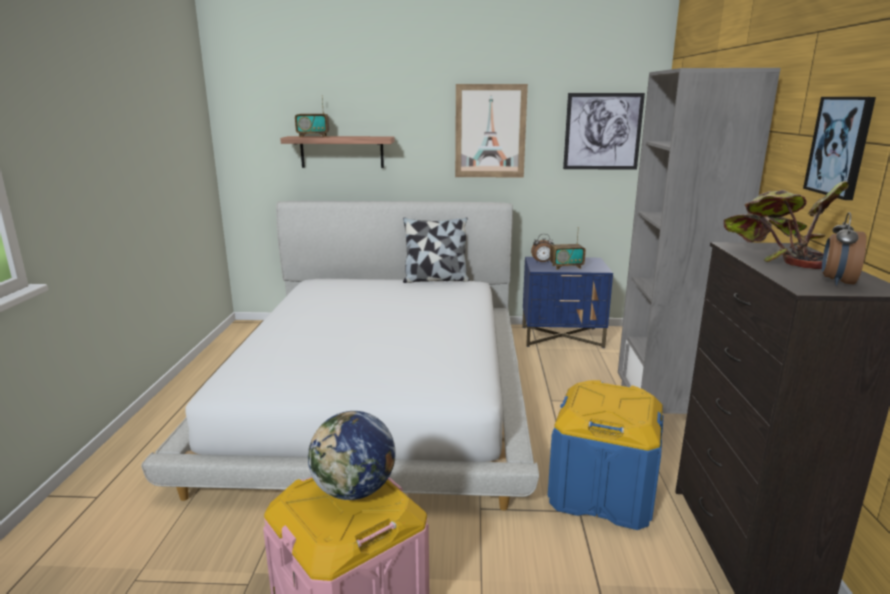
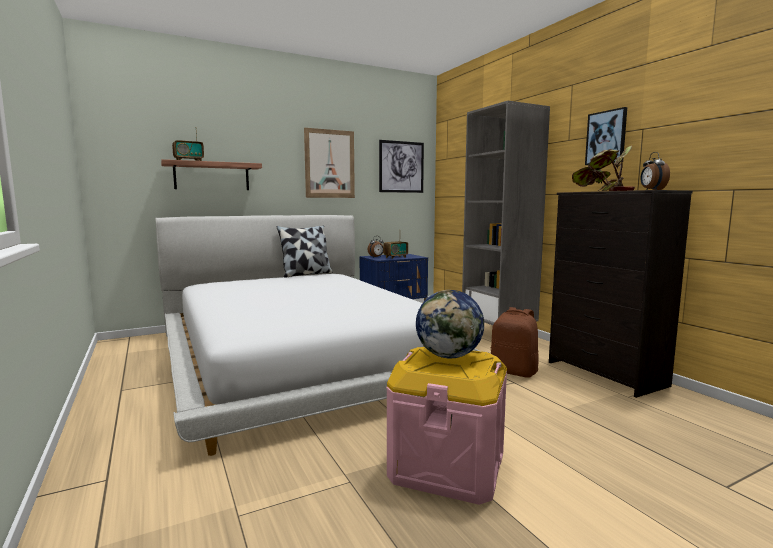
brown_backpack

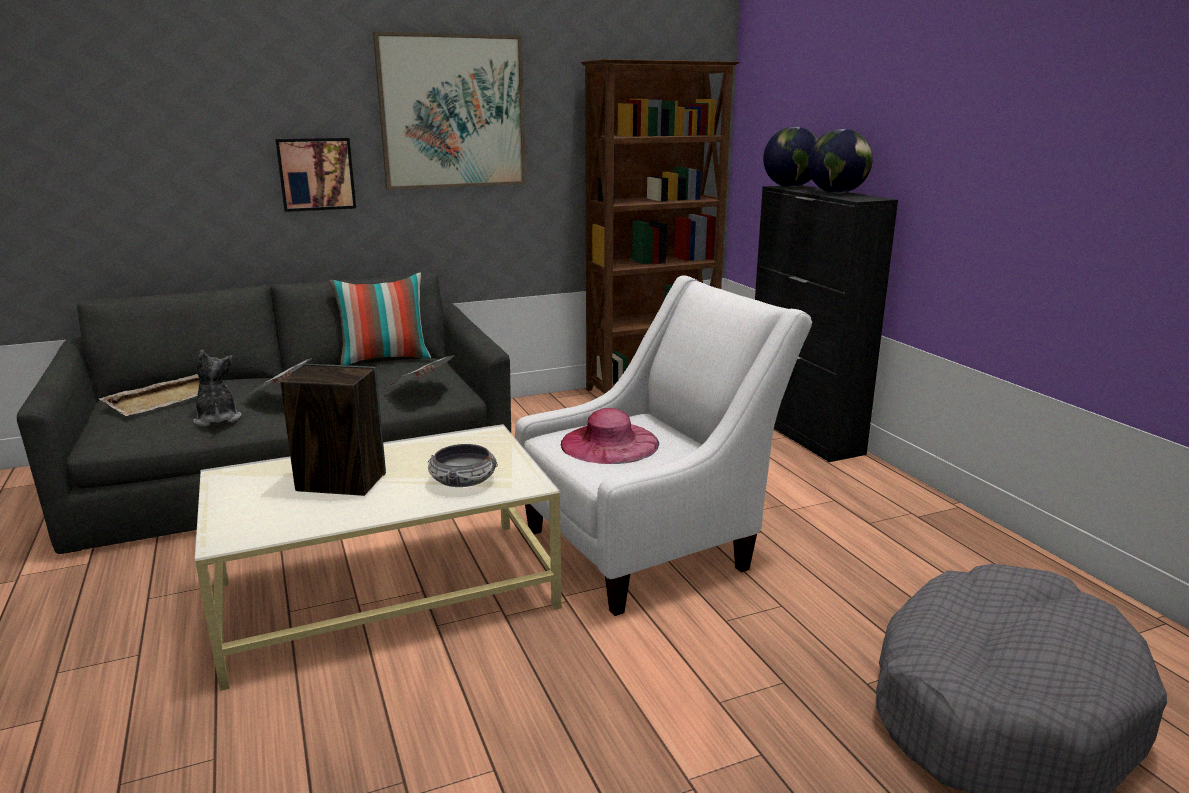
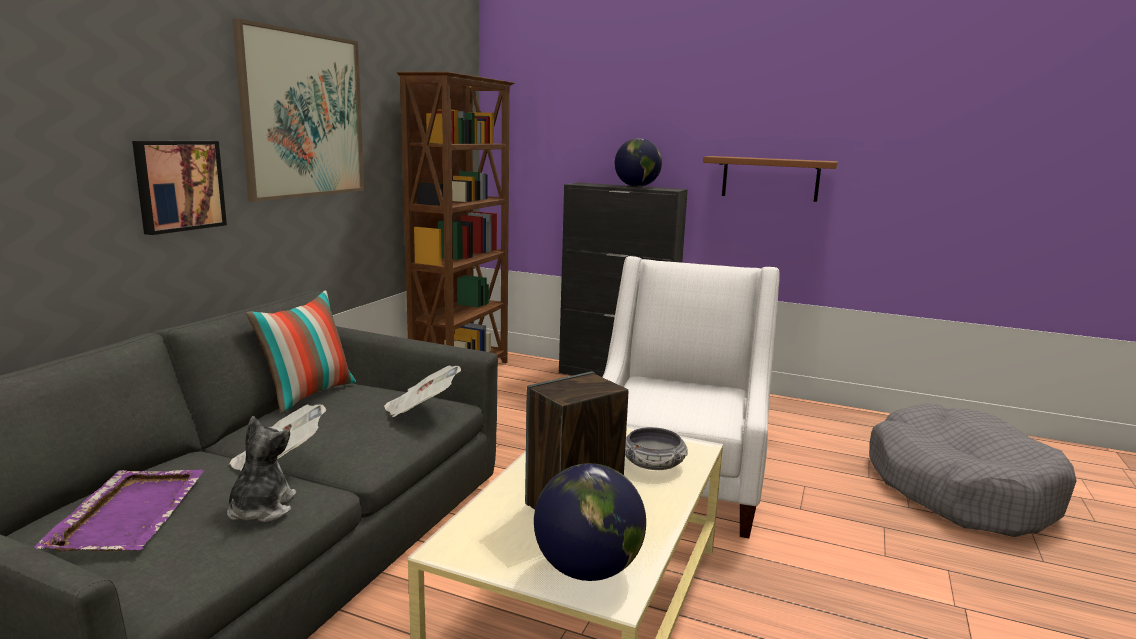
purple_tray; plush_toy; pink_hat; globe (1st from left); brown_shelf

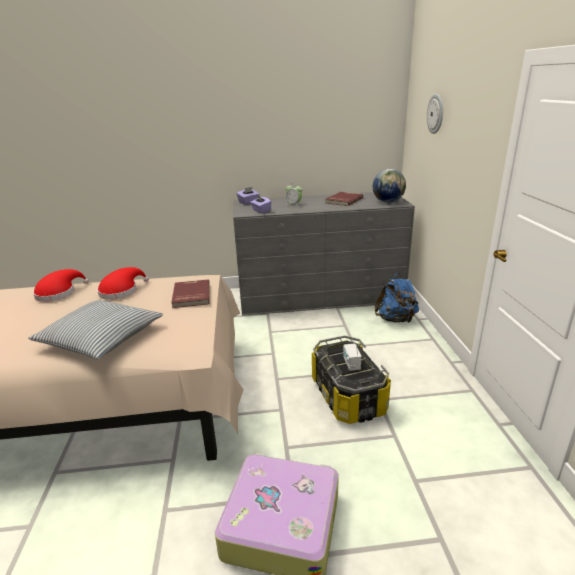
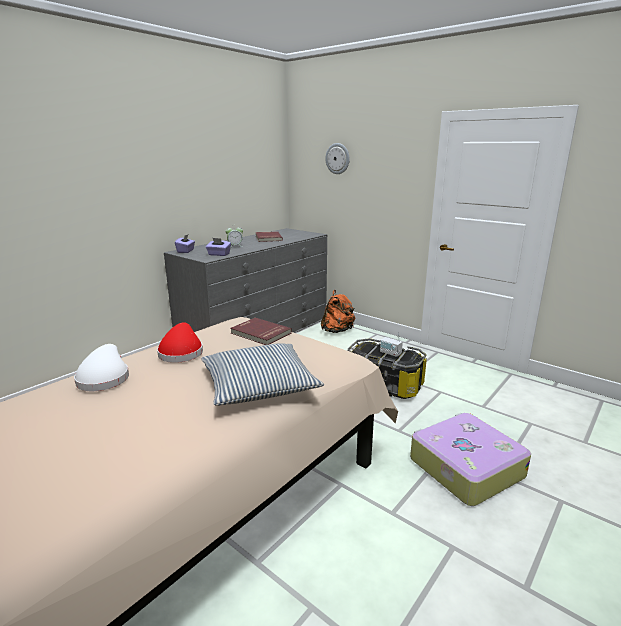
white_hat; globe; orange_backpack

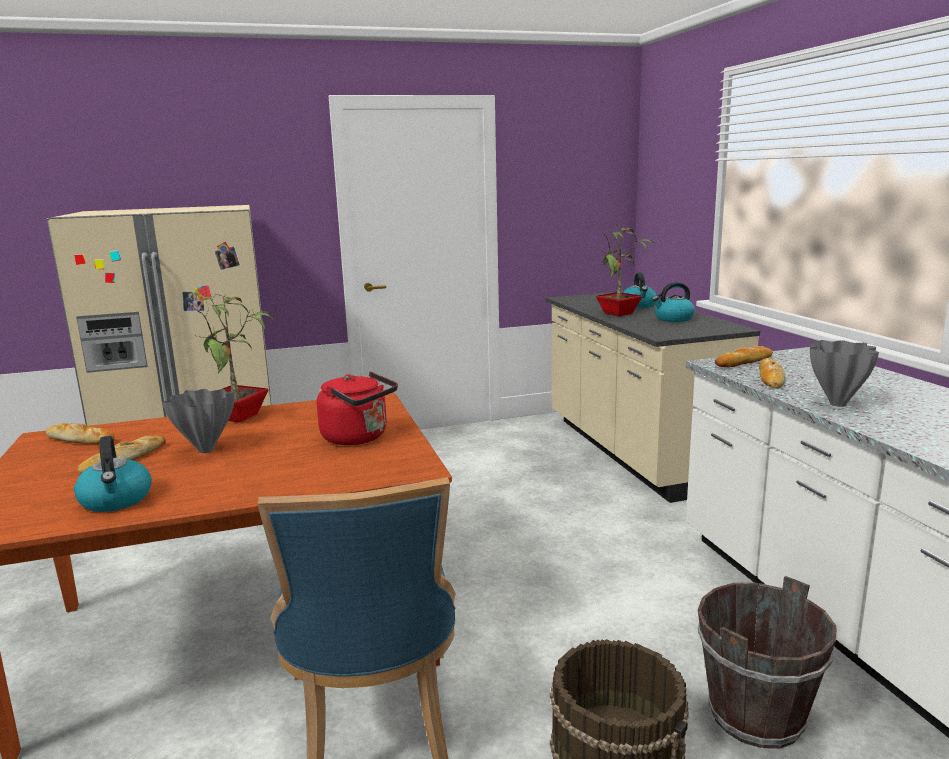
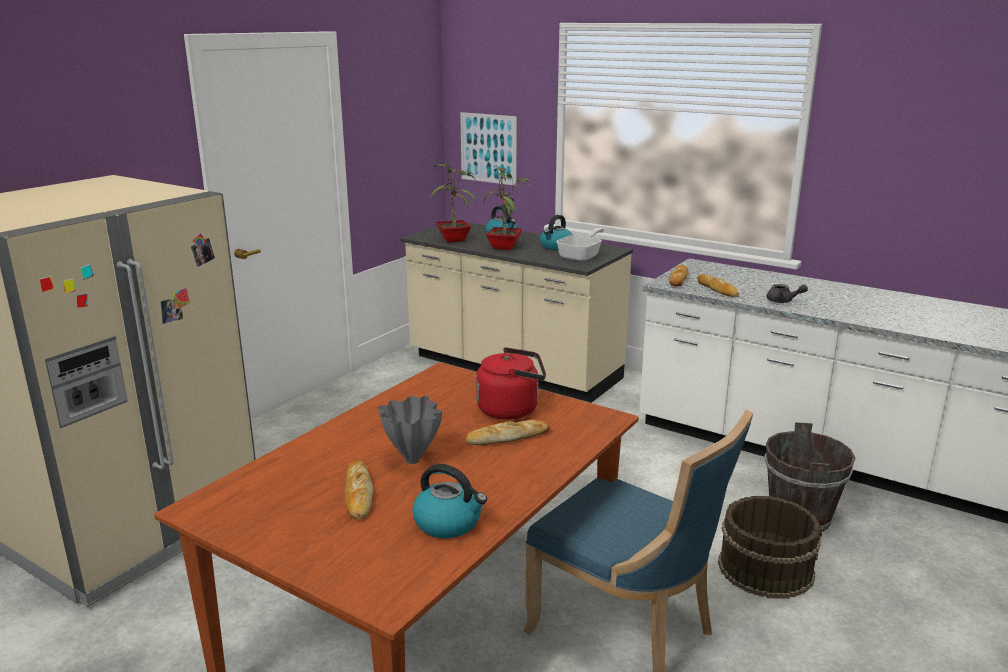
bread (2nd from left); potted_plant (1st from left); grey_teapot; picture; frying_pan

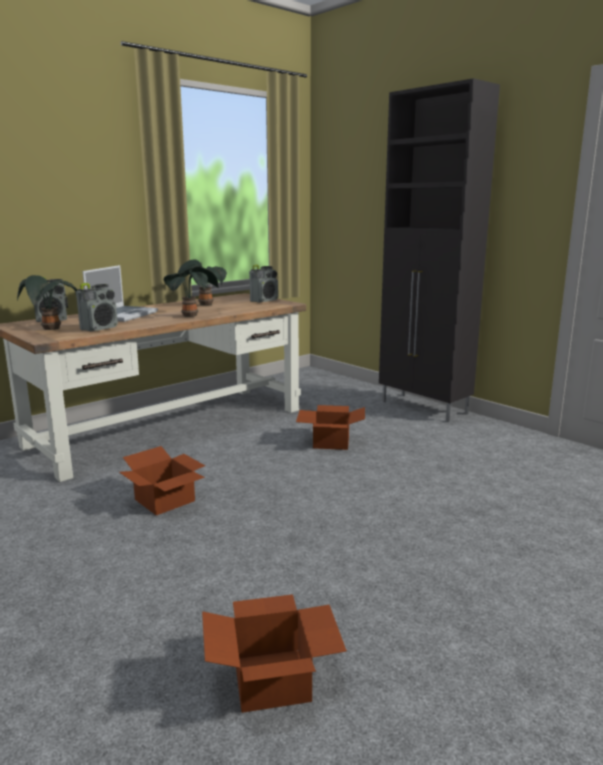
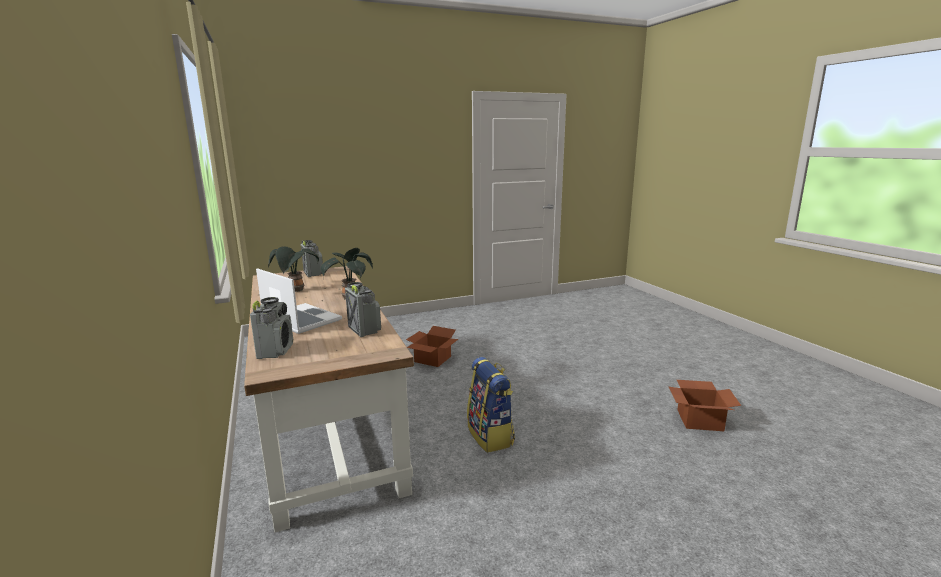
potted_plant (1st from left in the first image); backpack; black_cabinet

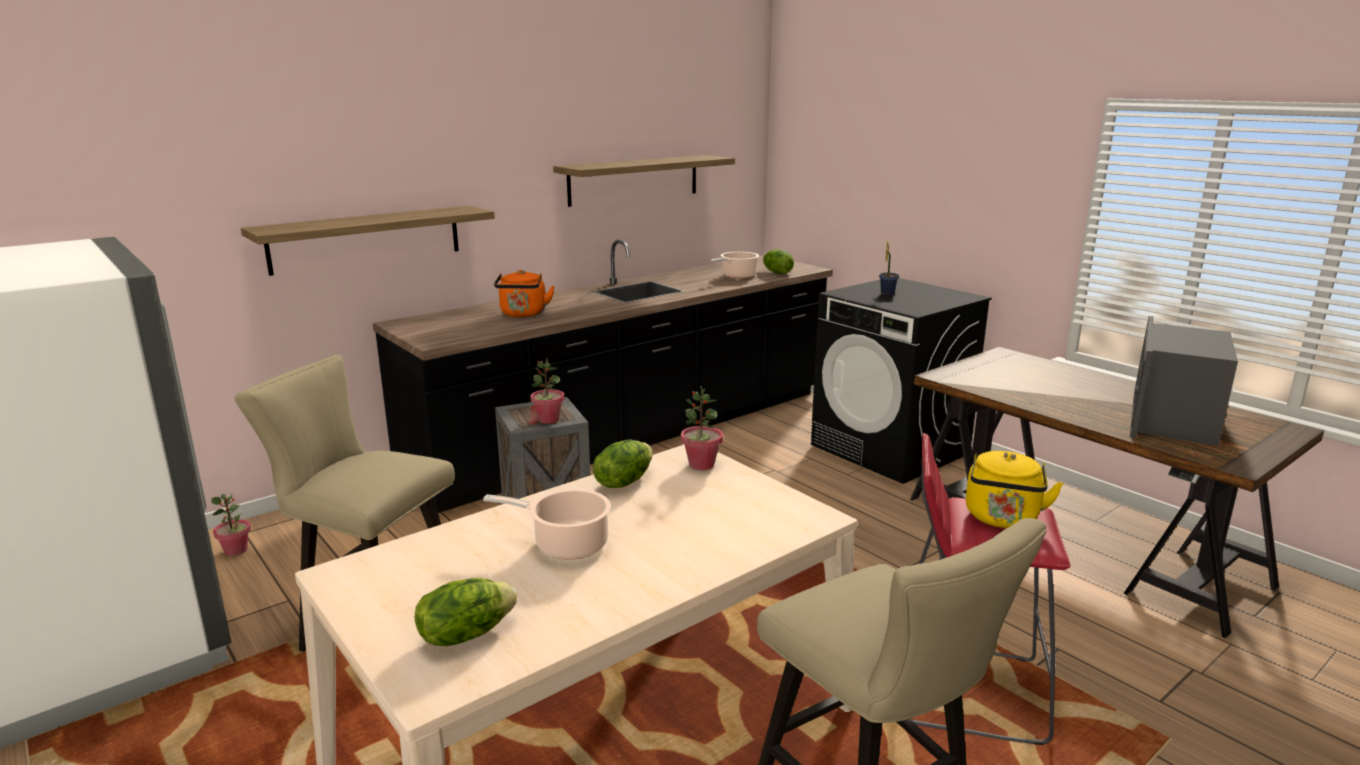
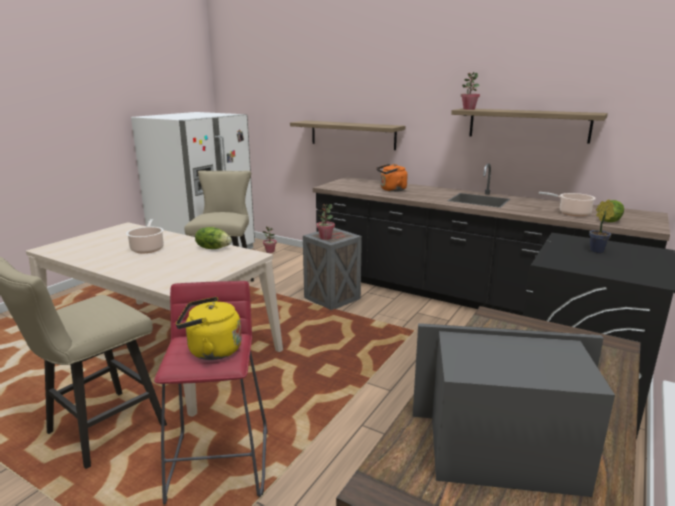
lettuce (1st from left in the first image); potted_plant (3rd from left)

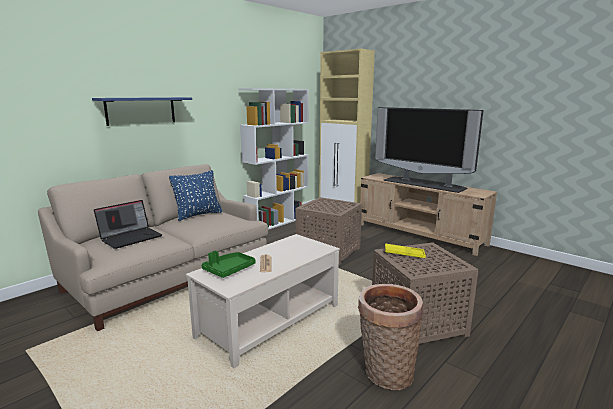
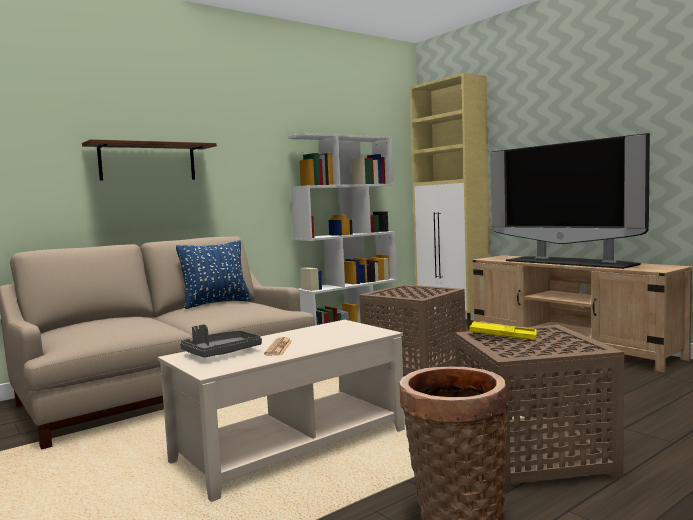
brown_shelf; laptop; grey_tray

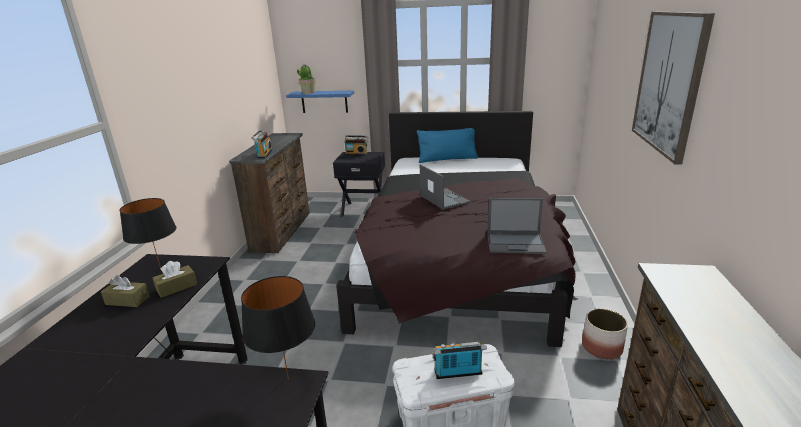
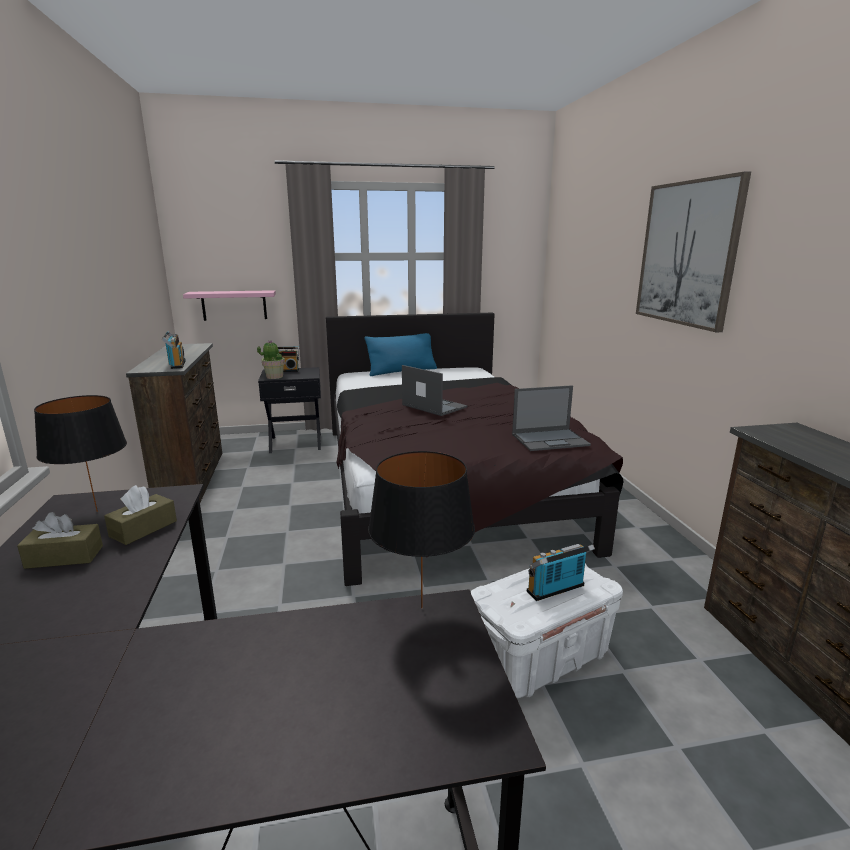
pink_shelf; potted_plant; planter

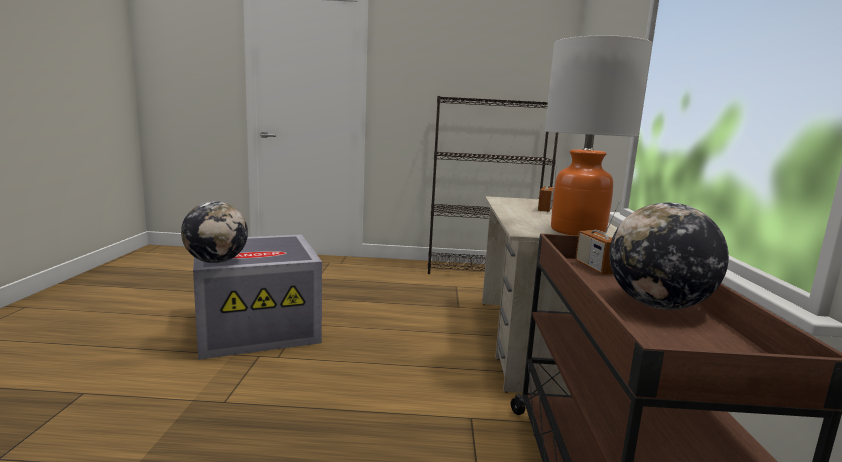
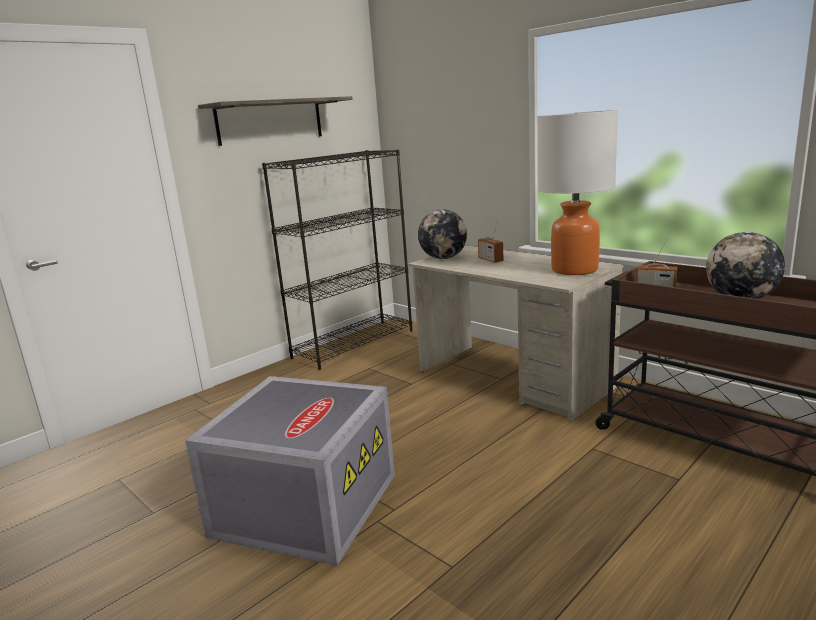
globe (1st from left); shelf

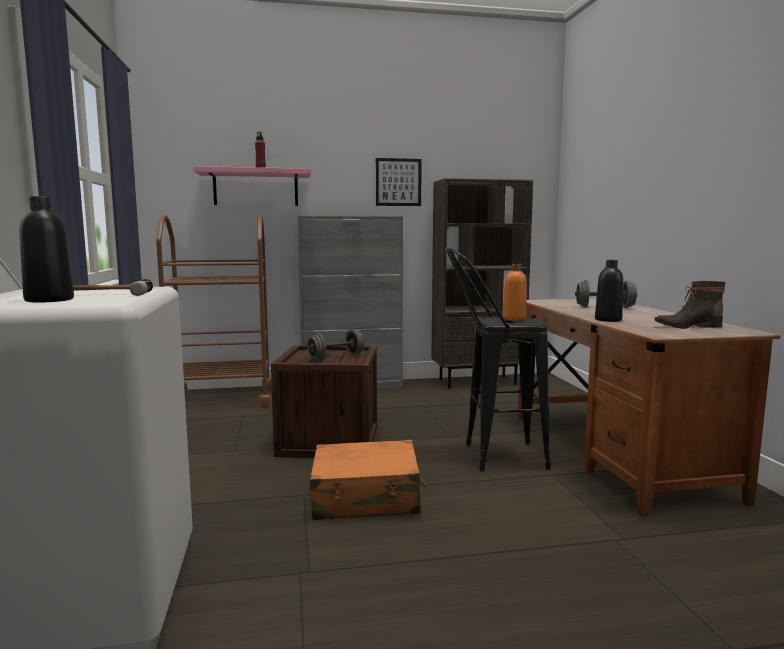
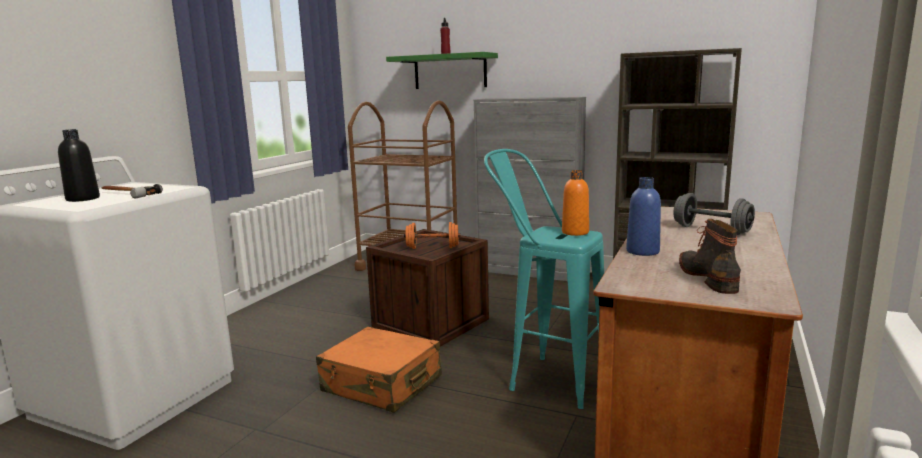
green_shelf; orange_dumbbell; picture; turquoise_stool; blue_bottle; boot

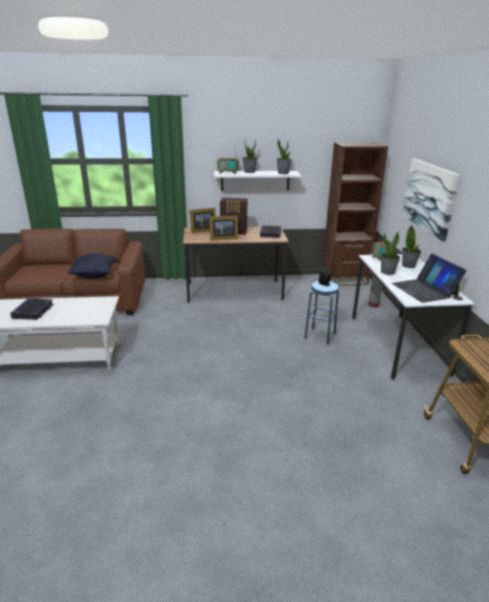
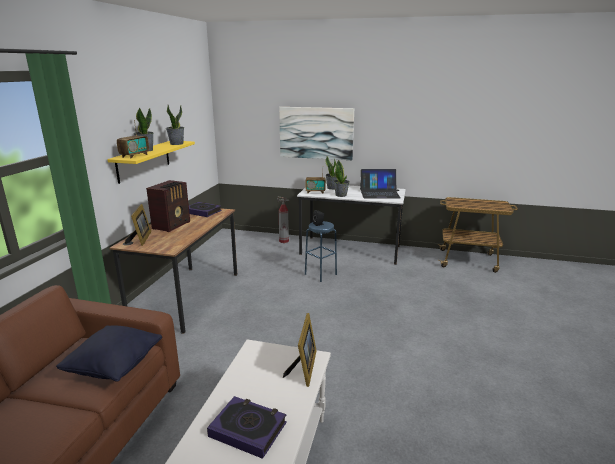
picture_frame (2nd from left); yellow_shelf; brown_bookcase

